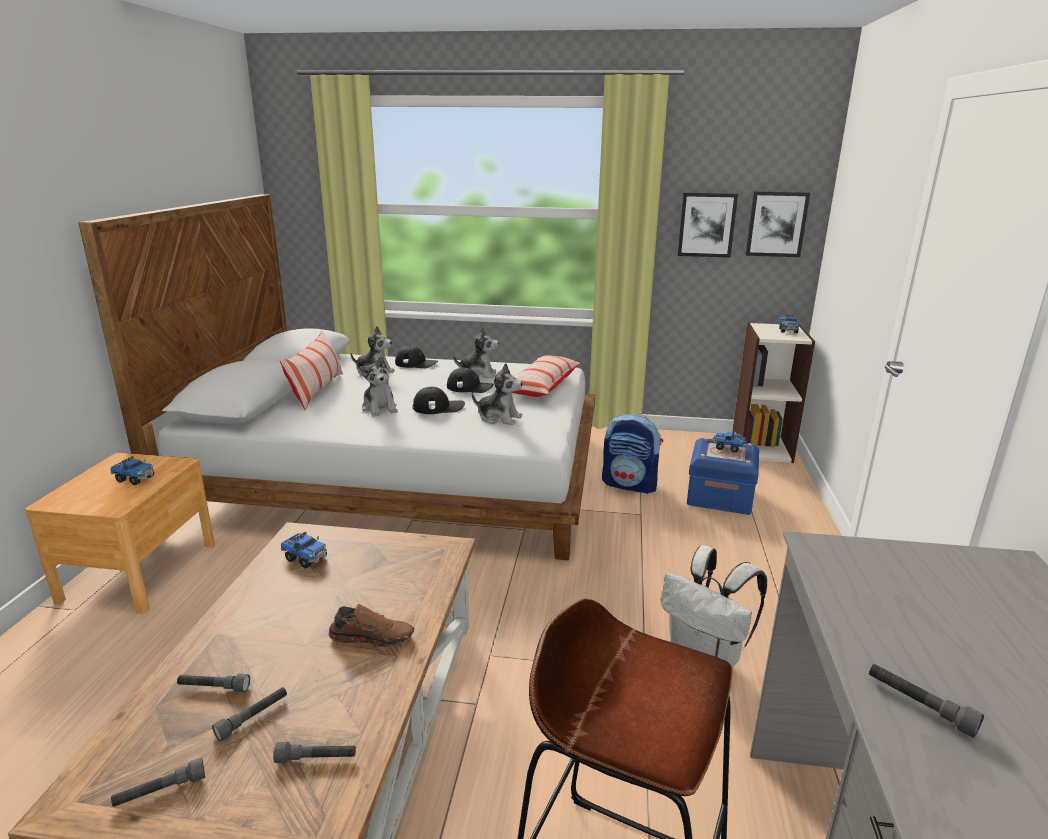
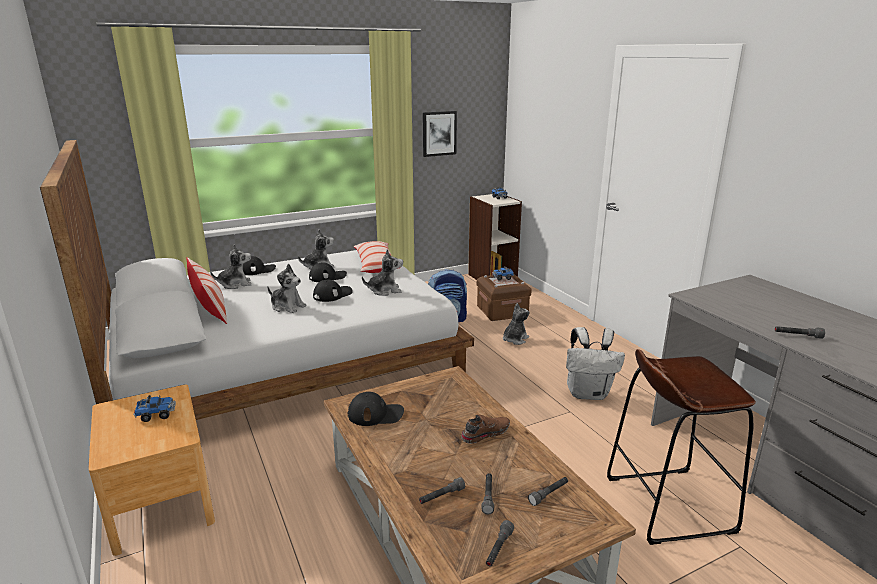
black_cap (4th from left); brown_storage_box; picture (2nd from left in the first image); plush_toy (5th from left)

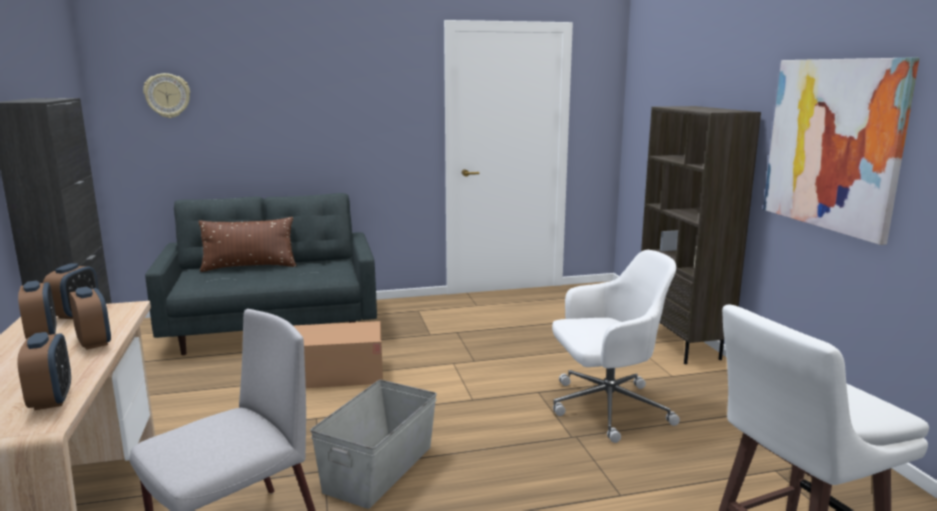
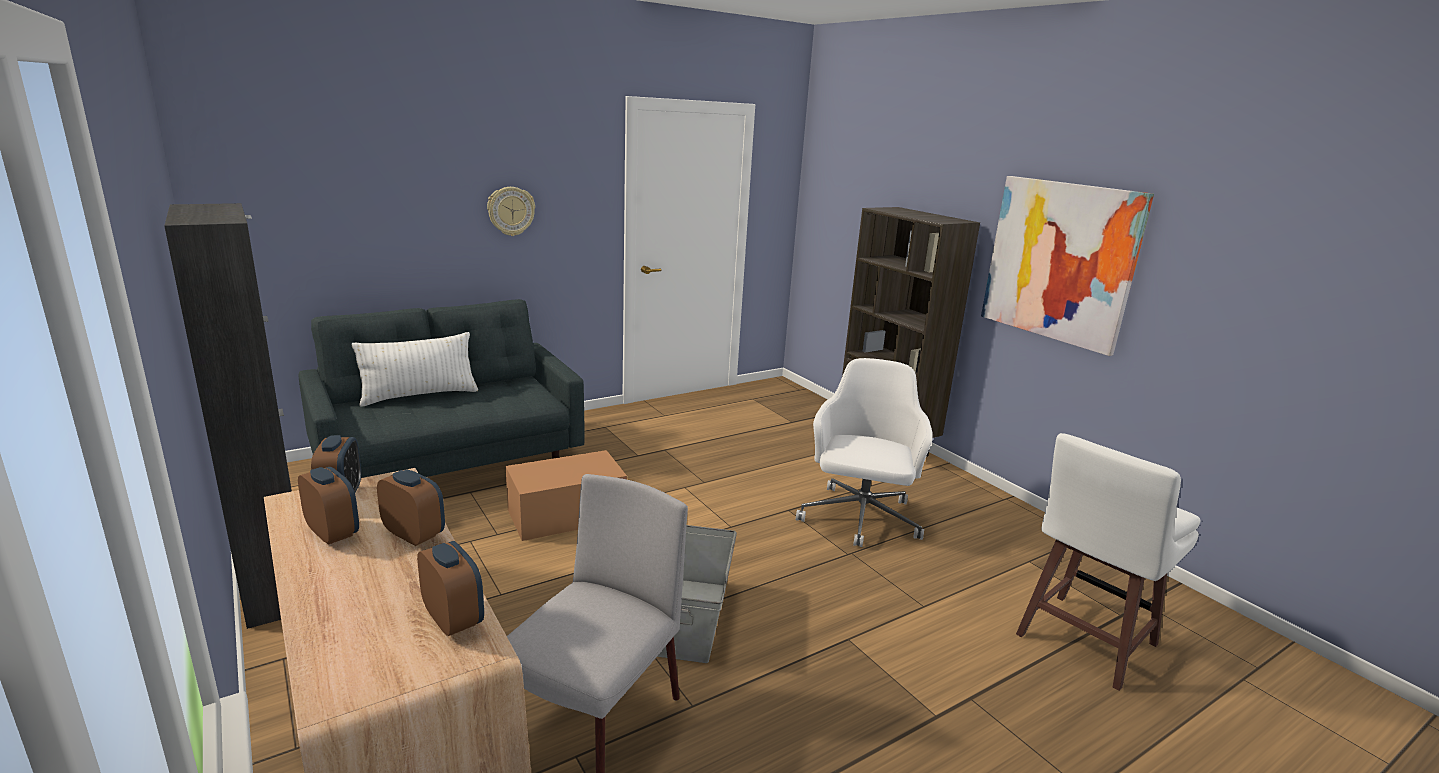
wall_clock; white_pillow; white_office_chair

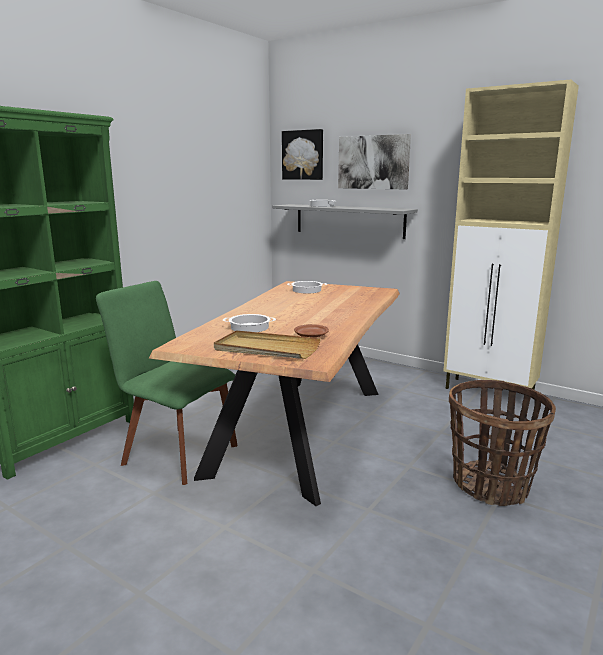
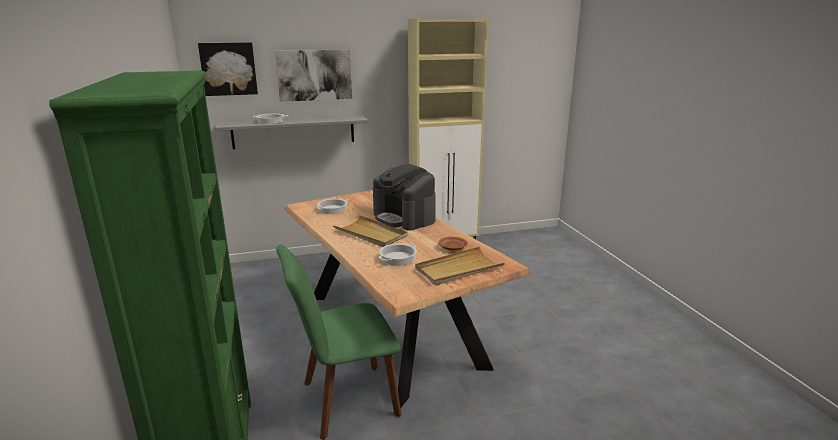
basket; beige_tray (1st from left); coffee_machine

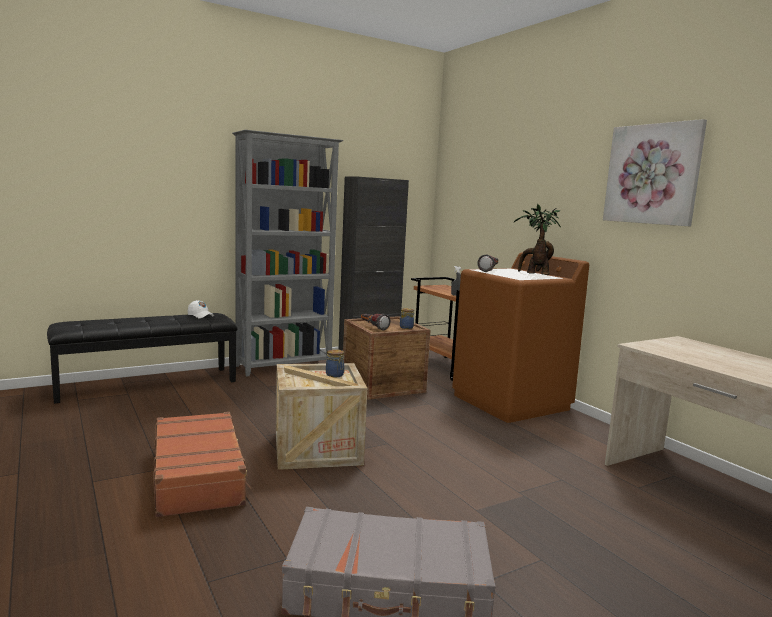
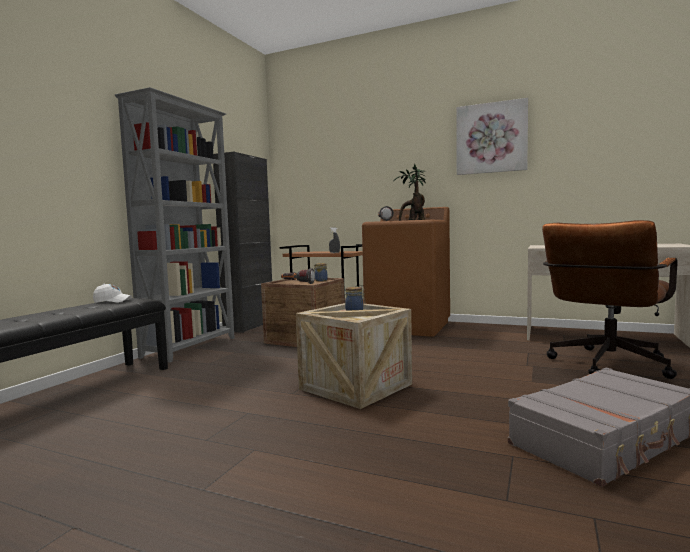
brown_suitcase; brown_office_chair

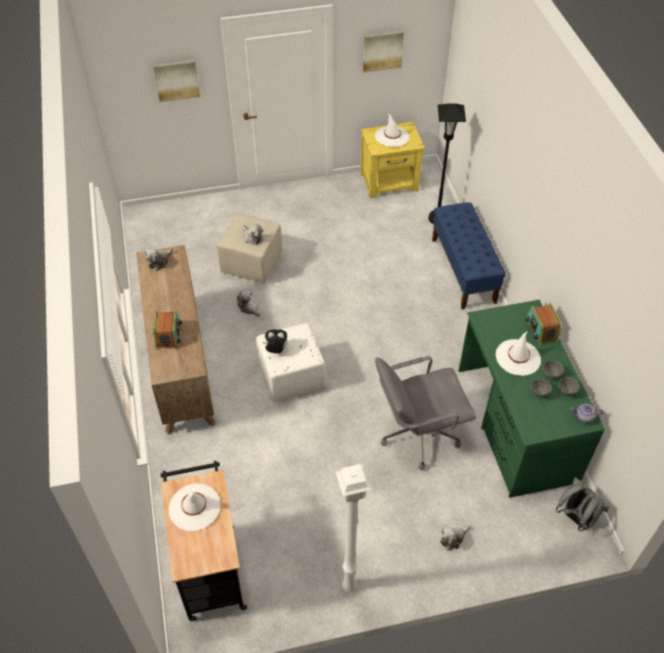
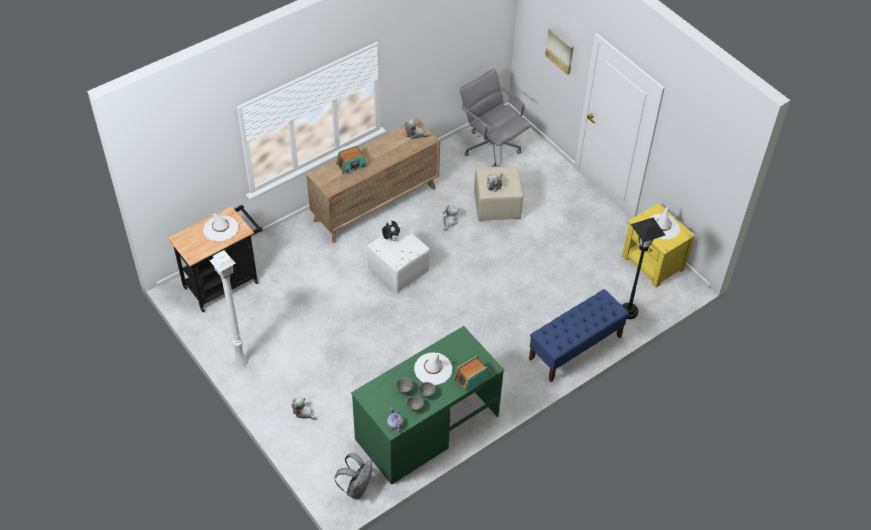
picture (2nd from left in the first image); grey_office_chair

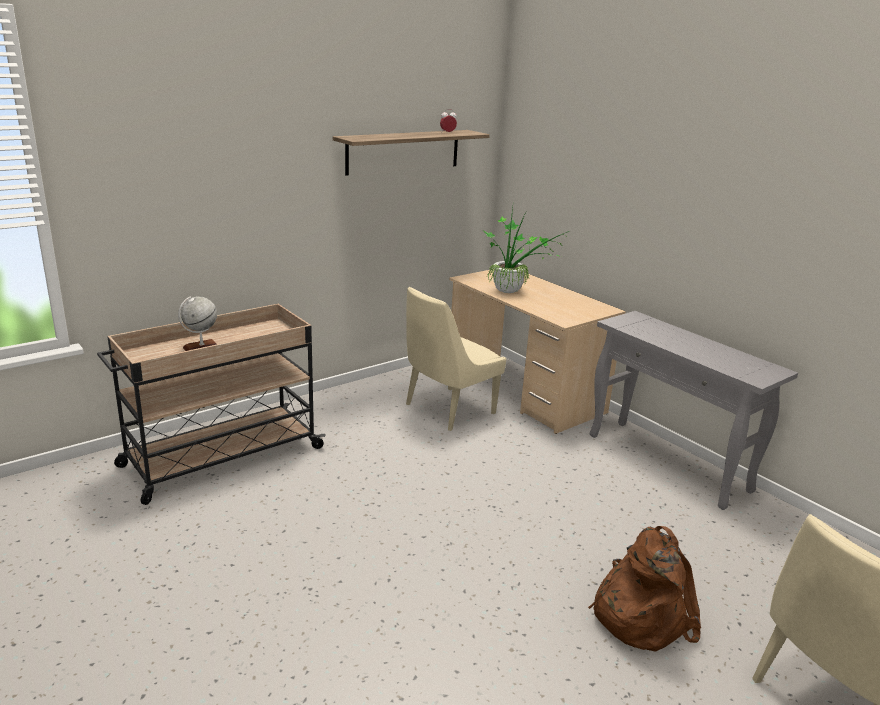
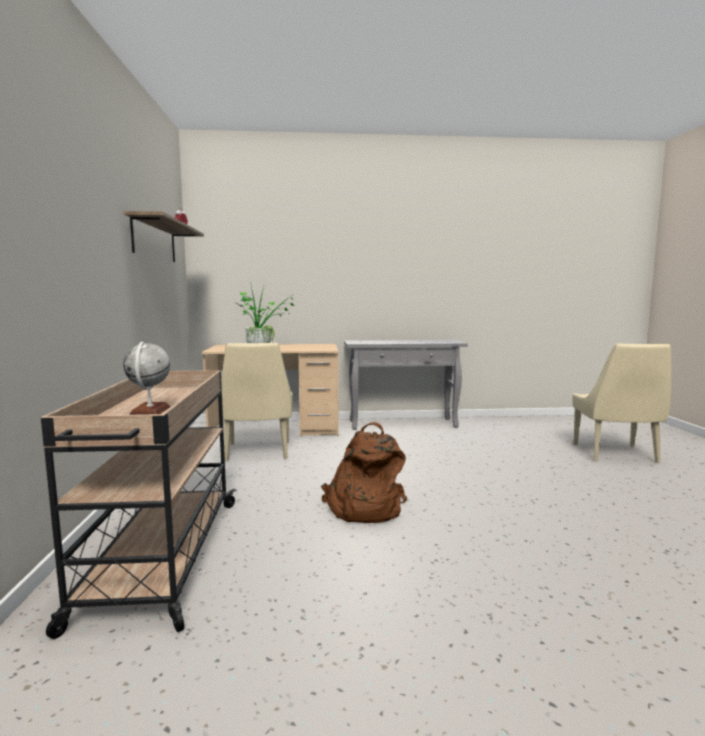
brown_backpack

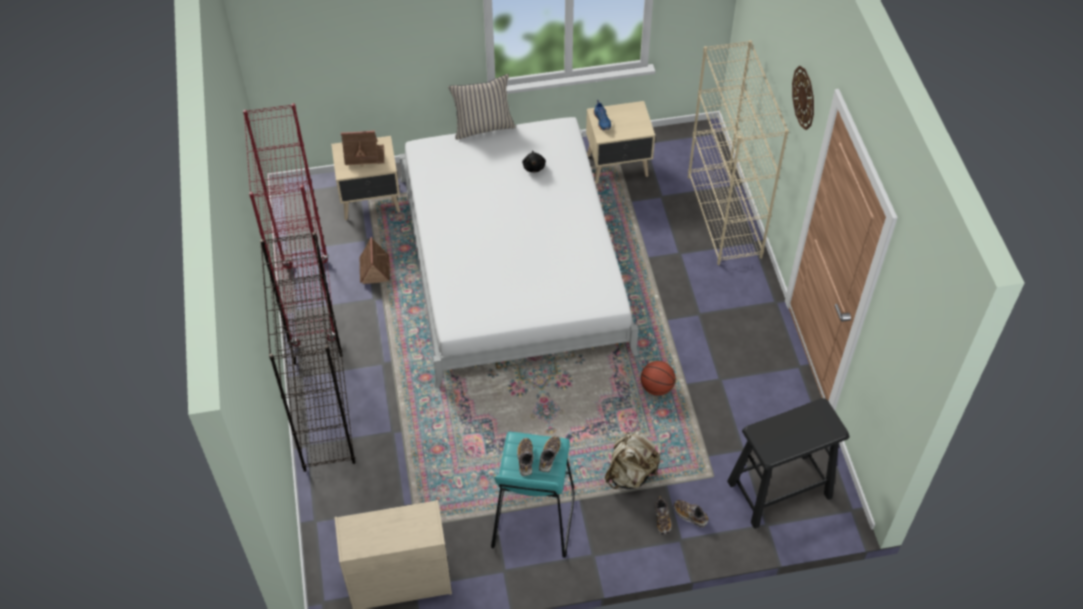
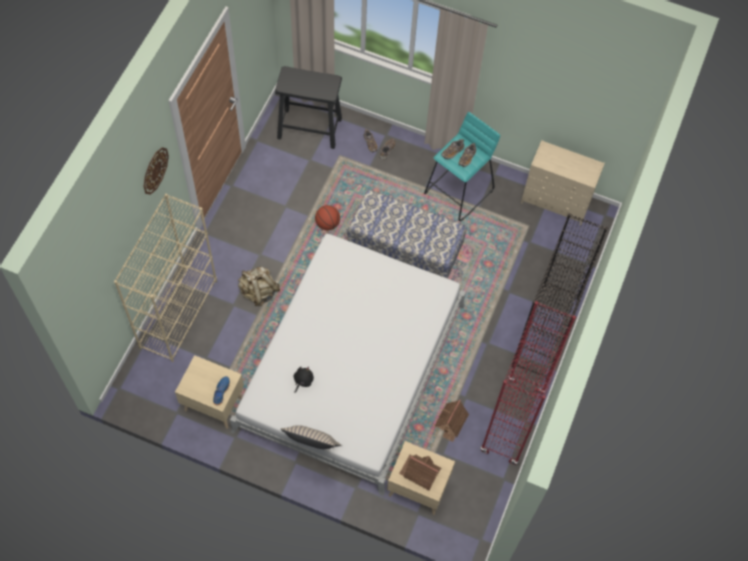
beige_backpack; bench

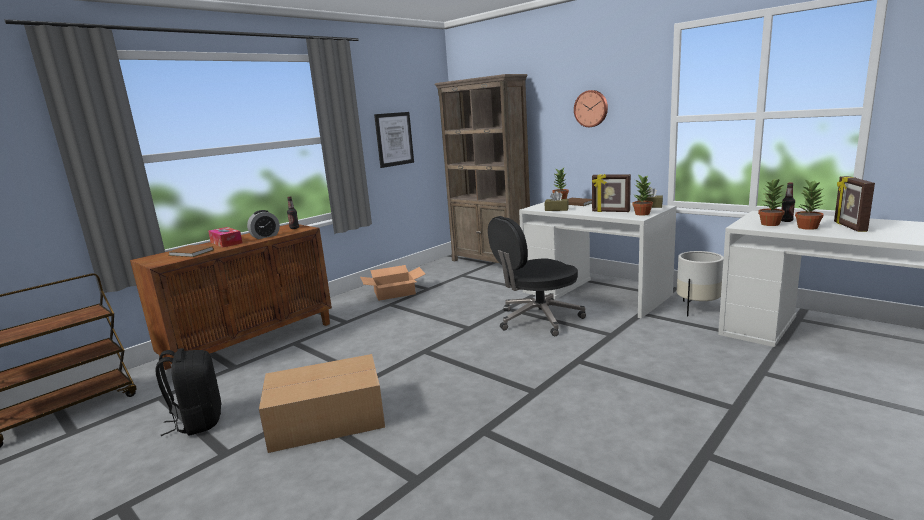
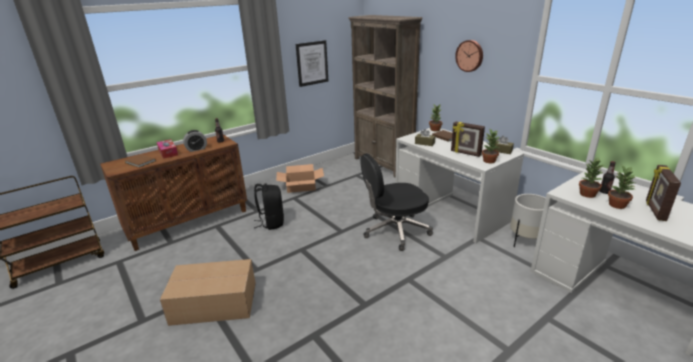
black_backpack

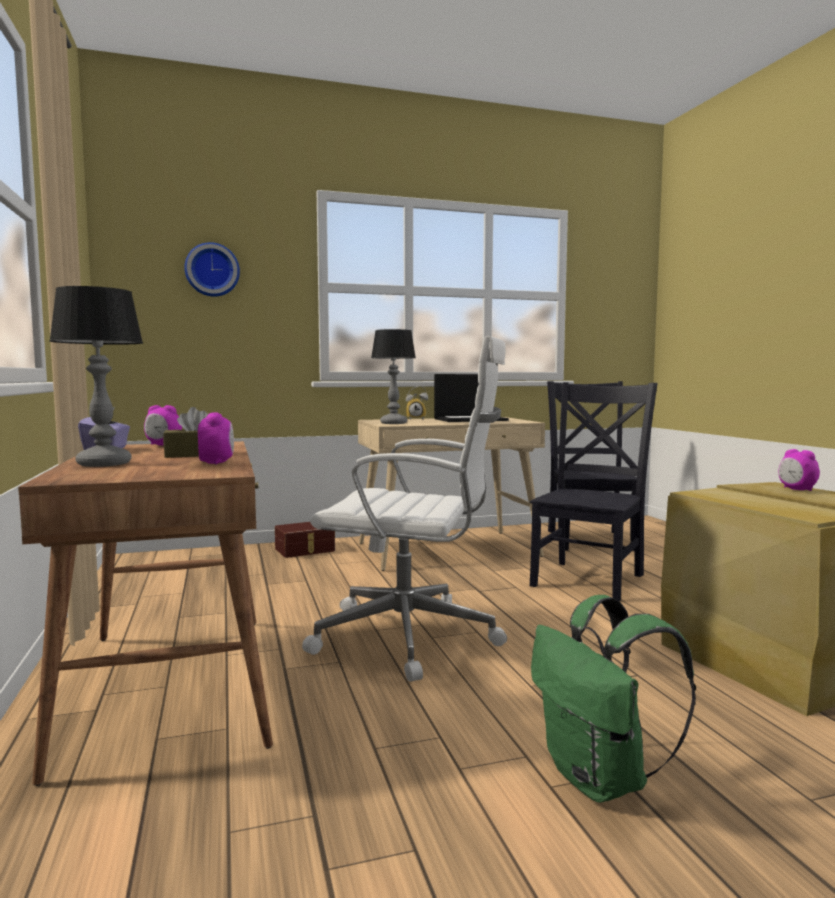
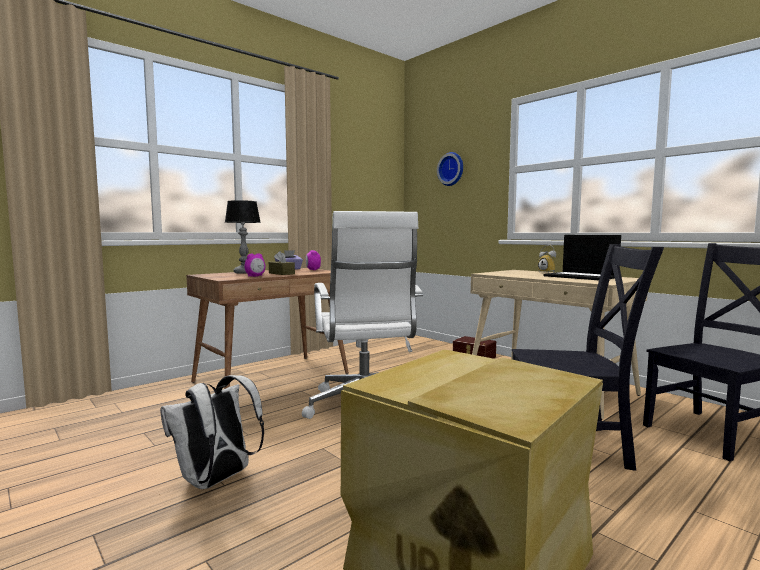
table_lamp (2nd from left in the first image); white_backpack; alarm_clock (4th from left in the first image)

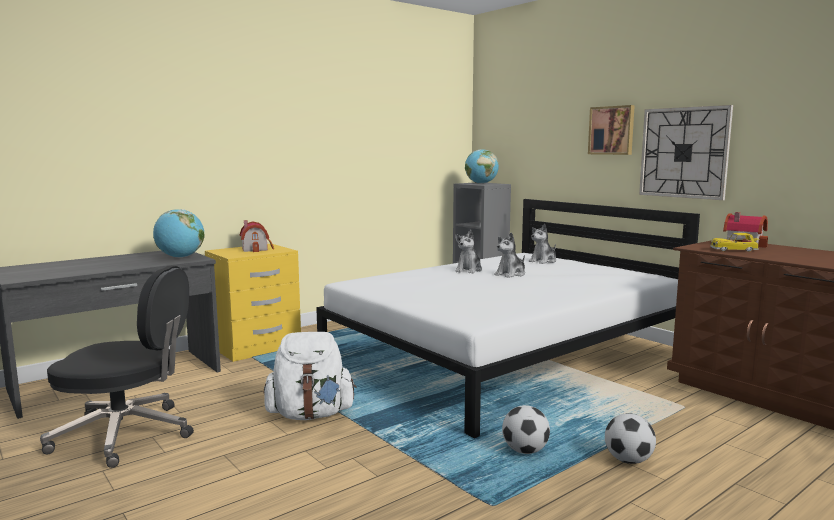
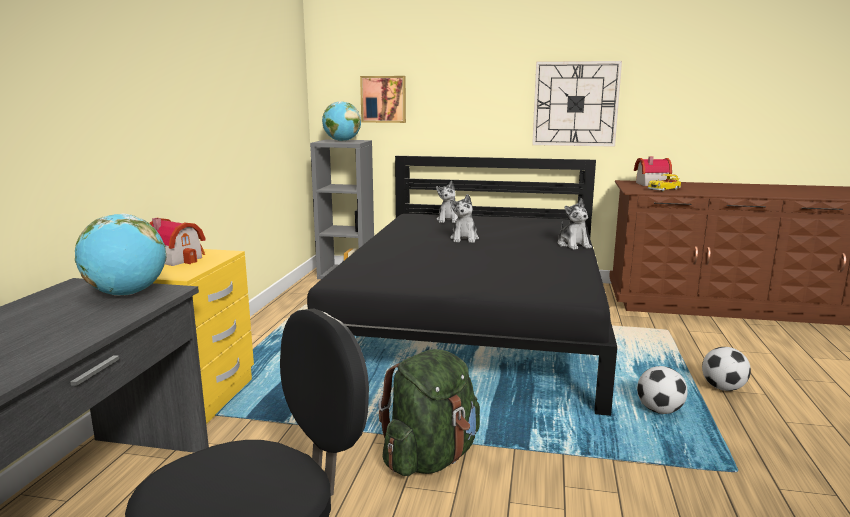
green_backpack; black_bed; plush_toy (3rd from left); picture

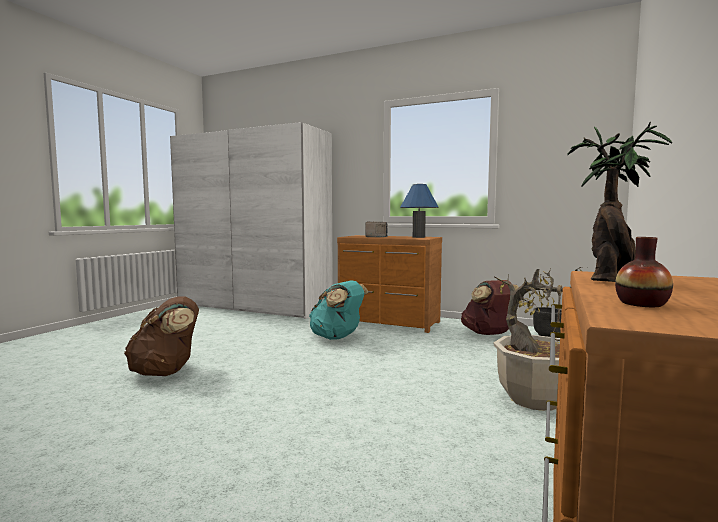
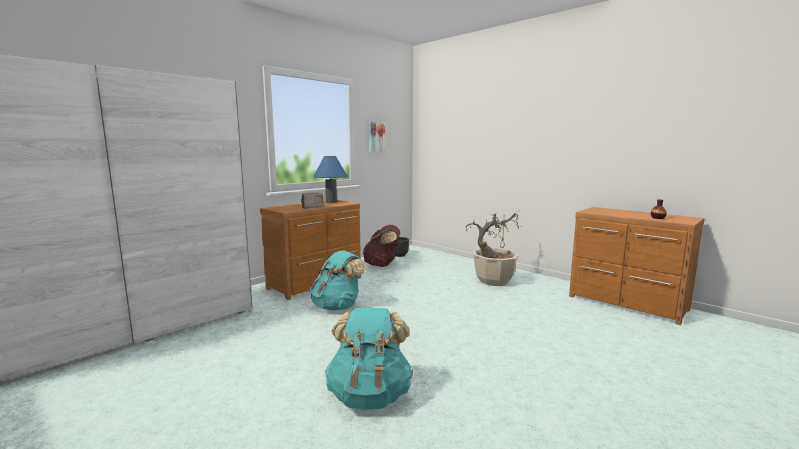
turquoise_backpack (2nd from left); potted_plant (2nd from left in the first image); picture

